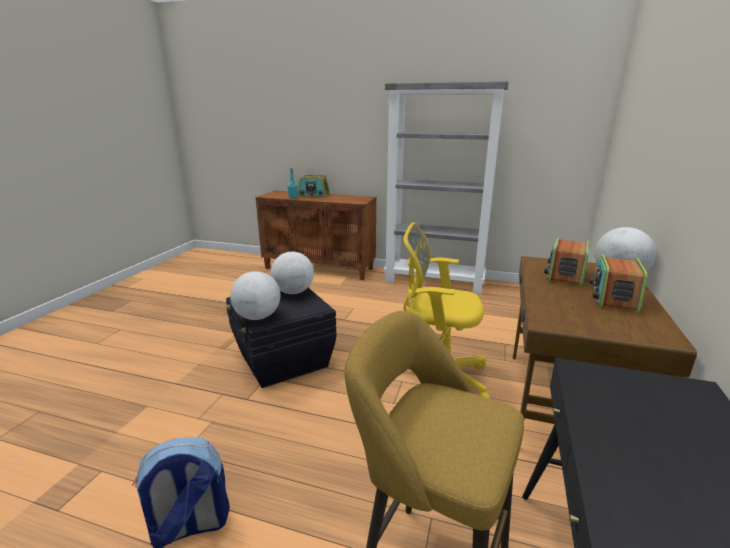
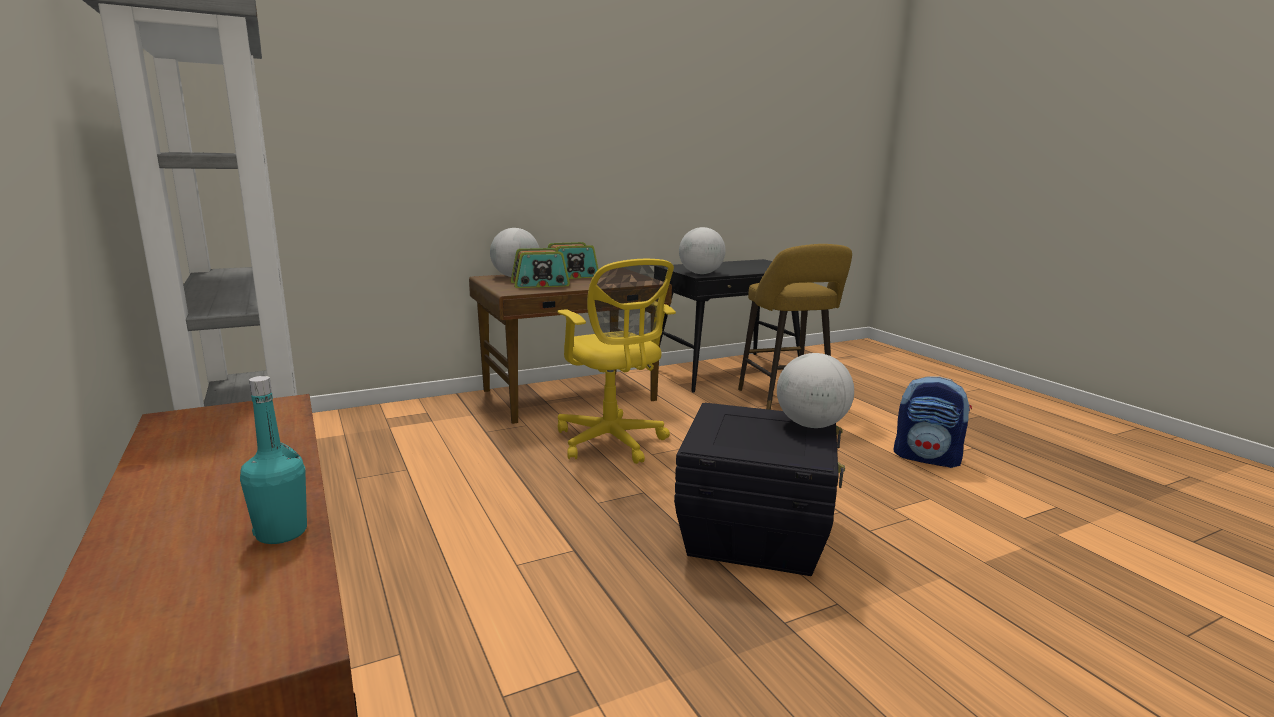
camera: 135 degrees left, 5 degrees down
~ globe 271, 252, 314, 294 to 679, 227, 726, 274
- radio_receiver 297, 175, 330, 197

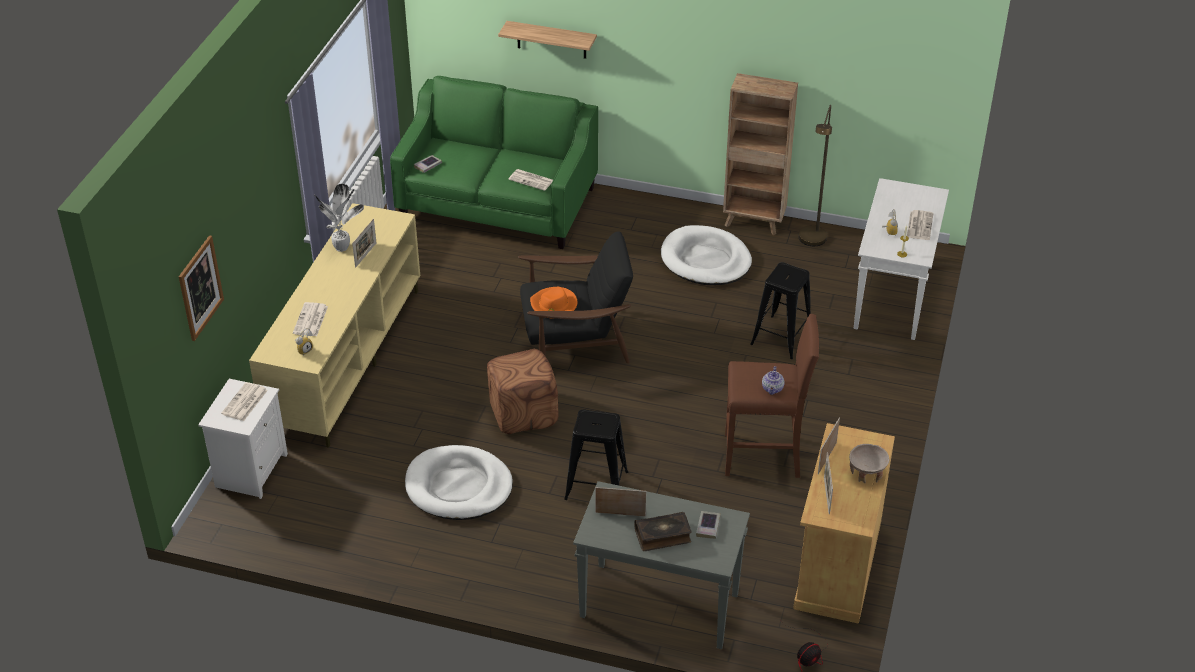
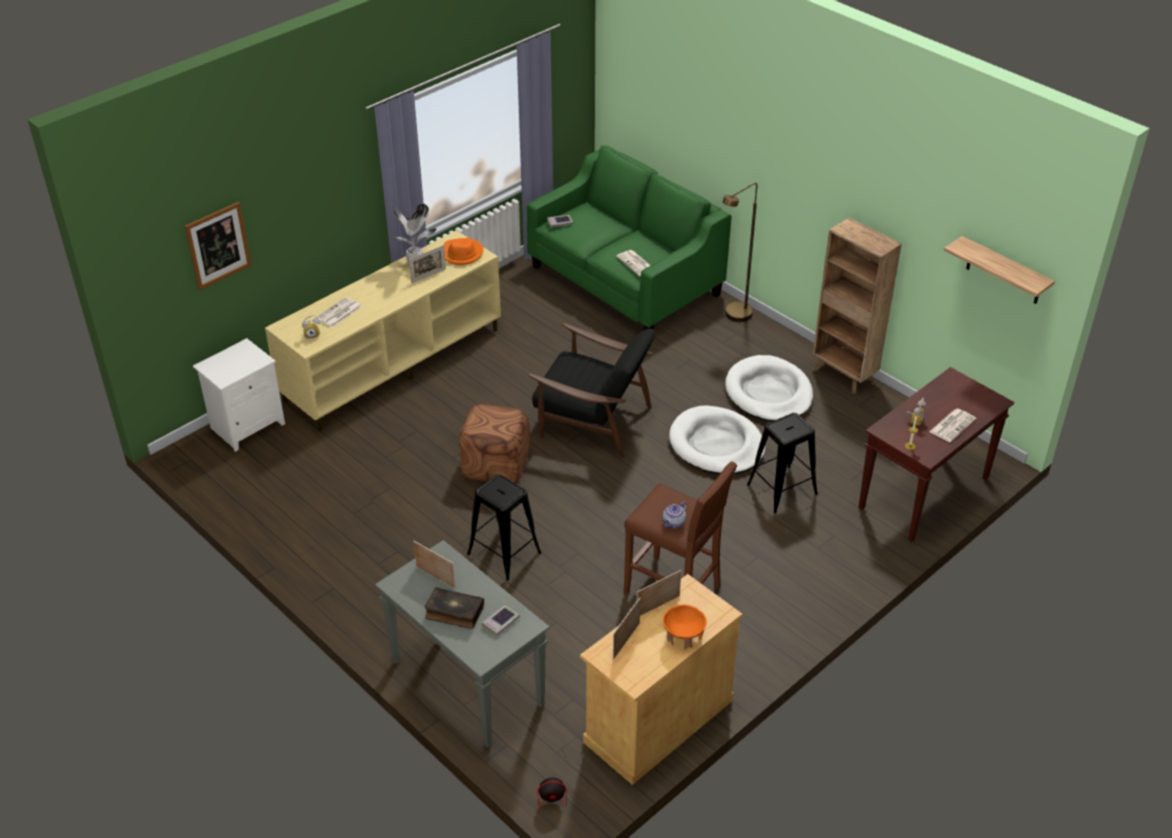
camera: 30 degrees right, 0 degrees up
- daily_paper 221, 382, 268, 421
~ white_dog_bed 405, 445, 513, 520 to 669, 406, 765, 474
~ shelf 498, 21, 597, 59 to 944, 236, 1055, 304
~ orange_clothing_hat 530, 287, 577, 319 to 443, 238, 483, 265
~ brown-coloured_standing_lamp 799, 105, 832, 246 to 723, 183, 757, 322
~ beige-coloured_deep_dish 849, 444, 890, 483 to orange_deep_dish 663, 605, 707, 650
~ white_console_table 854, 178, 949, 340 to brown-coloured_console_table 859, 367, 1014, 542

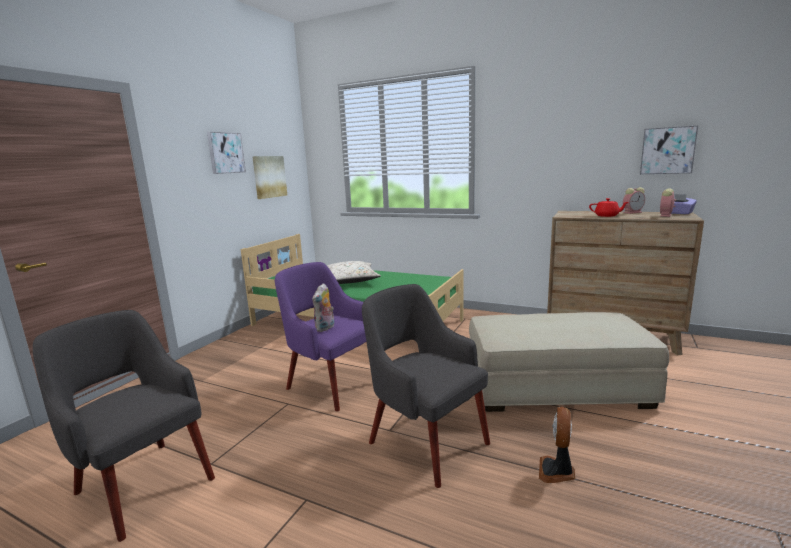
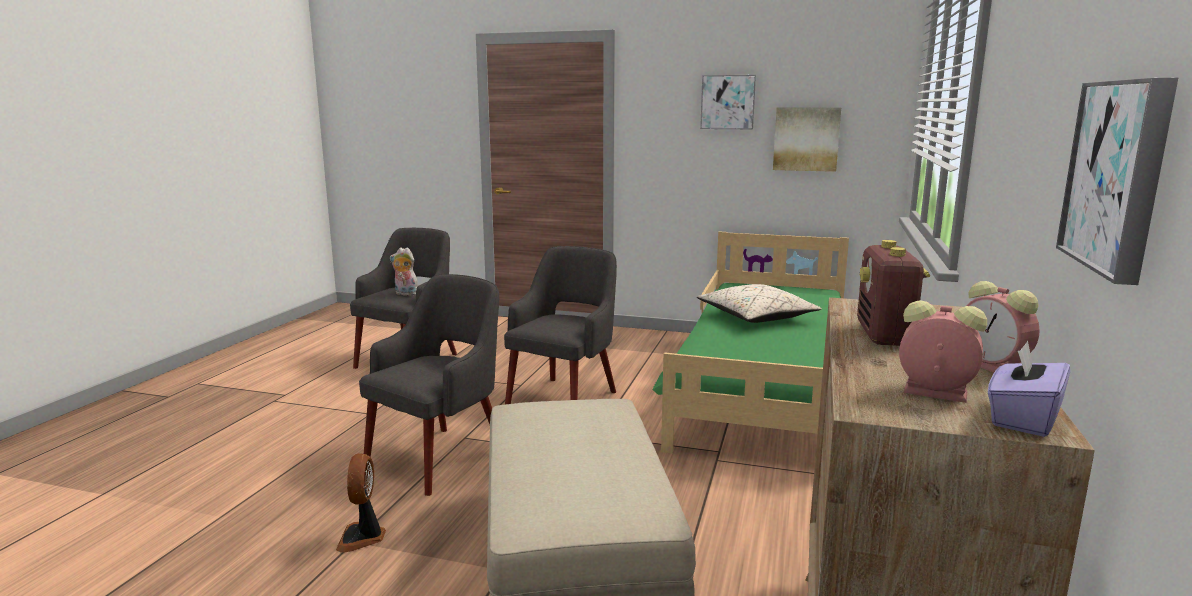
camera: 80 degrees right, 0 degrees up
~ purplish_lounge_chair 275, 262, 367, 412 to greyish_lounge_chair 504, 246, 617, 404
~ cuddly_toy 312, 283, 334, 332 to 390, 248, 418, 296
~ electric_fan 539, 406, 575, 483 = 336, 453, 386, 553 105 degrees counterclockwise
~ red-coloured_pot_for_tea 589, 198, 628, 217 to radio_receiver 857, 240, 930, 346

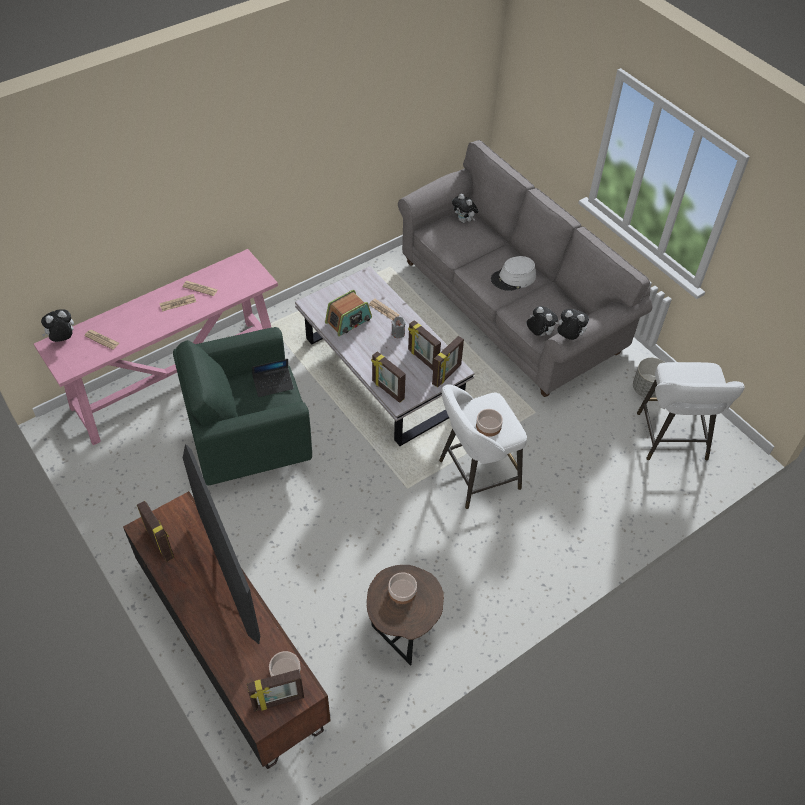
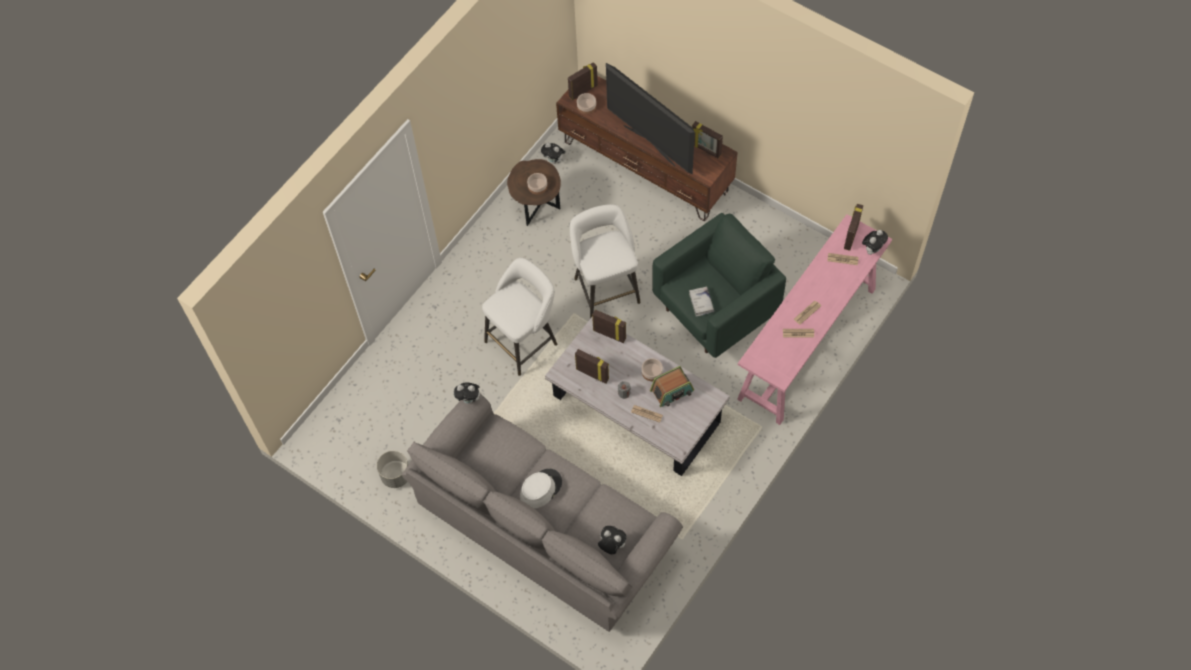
camera: 165 degrees right, 10 degrees up
~ laptop 252, 359, 294, 397 to white_book 689, 287, 714, 316
~ radio_receiver 325, 290, 372, 336 = 650, 366, 694, 407 150 degrees counterclockwise
~ photo_frame 432, 336, 464, 387 to 844, 204, 863, 251
~ deep_dish 476, 409, 503, 437 to 642, 358, 663, 381
~ cuddly_toy 527, 306, 558, 336 to 541, 143, 565, 164
~ white_stool_seat 637, 362, 745, 461 to 570, 204, 641, 318

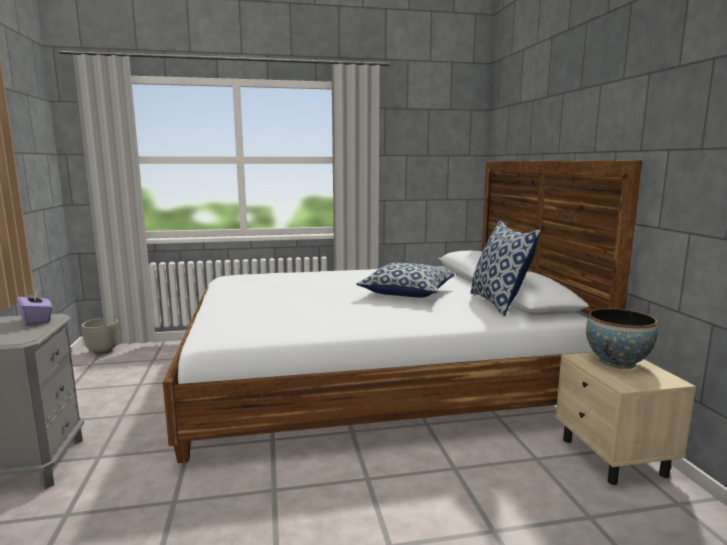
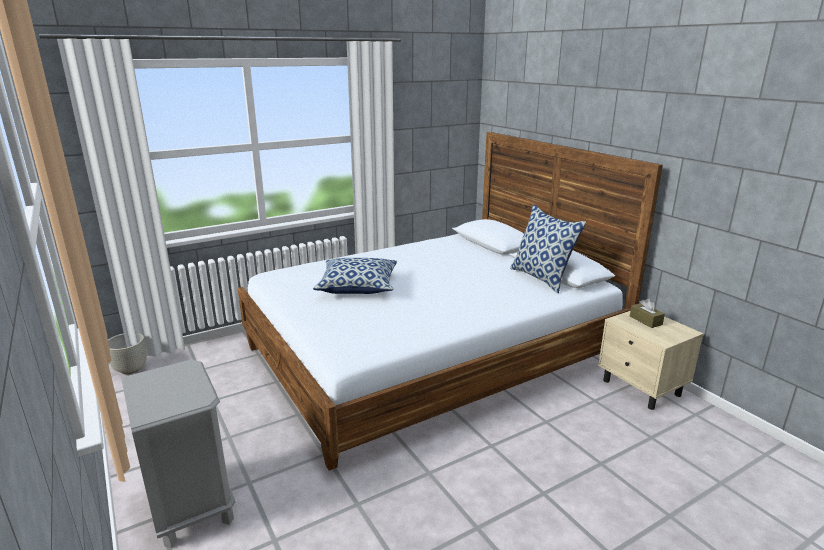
camera: 20 degrees left, 10 degrees up
- purplish_box_of_tissues 17, 289, 52, 326
~ pillow 356, 263, 455, 298 to 313, 258, 397, 294
~ deep_dish 586, 309, 658, 369 to brown-coloured_box_of_tissues 630, 299, 665, 328

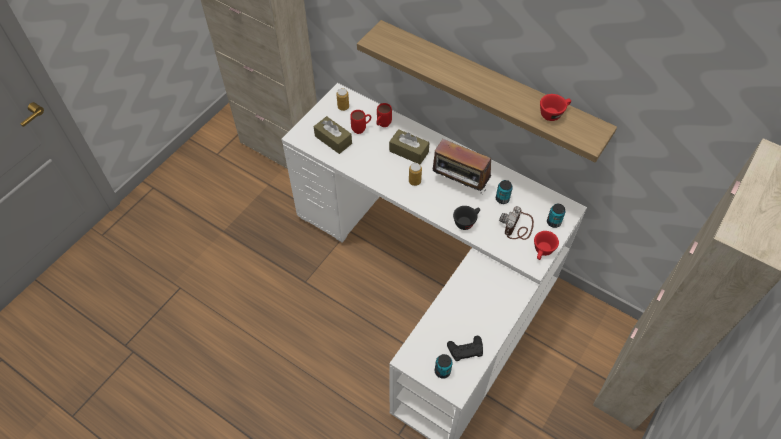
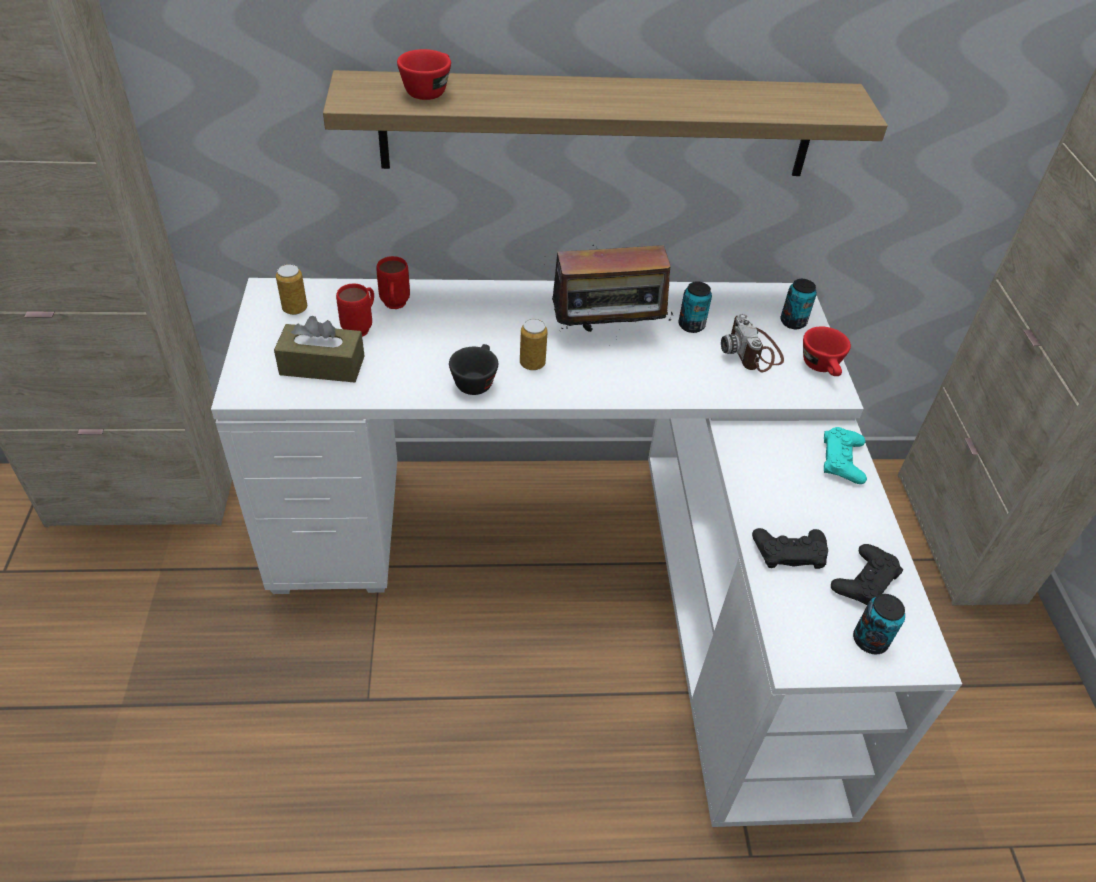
camera: 40 degrees left, 10 degrees down
- brown-coloured_box_of_tissues 389, 129, 430, 164
~ black_small_cup 453, 206, 480, 230 to 449, 344, 498, 395
~ red-coloured_small_cup 540, 94, 571, 121 to 397, 49, 451, 100
+ black_joypad 752, 528, 828, 569
+ turquoise_joypad 824, 427, 867, 484

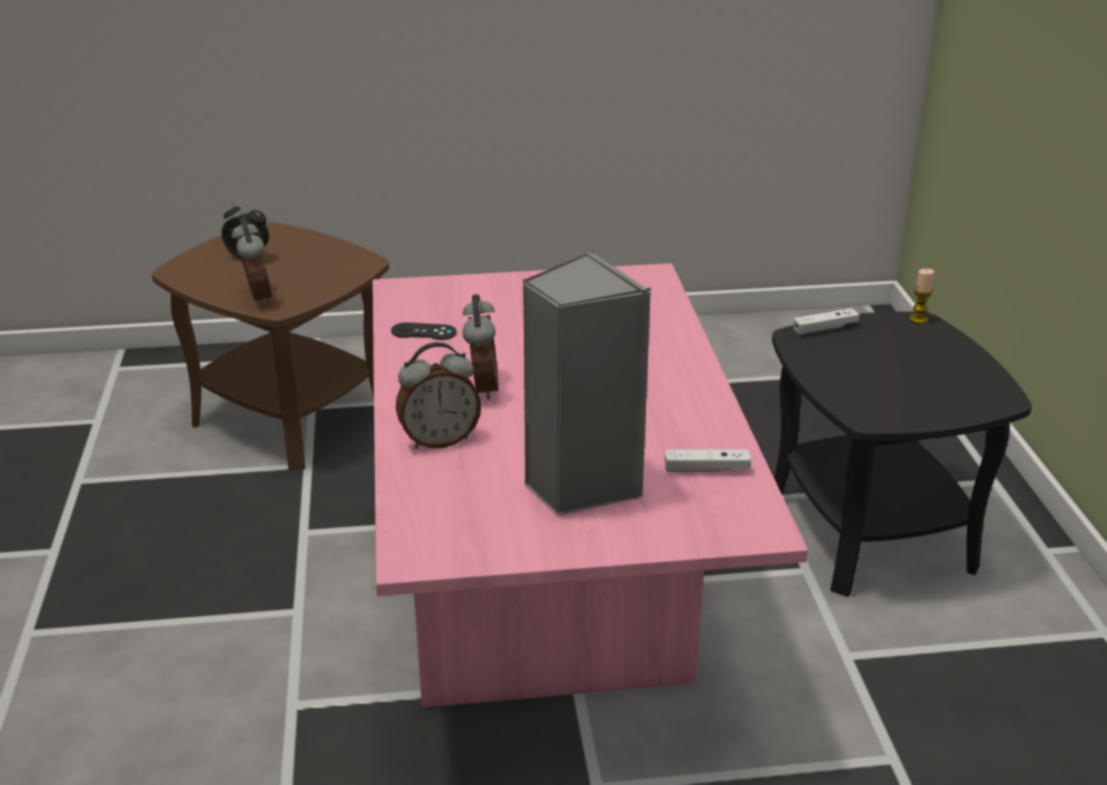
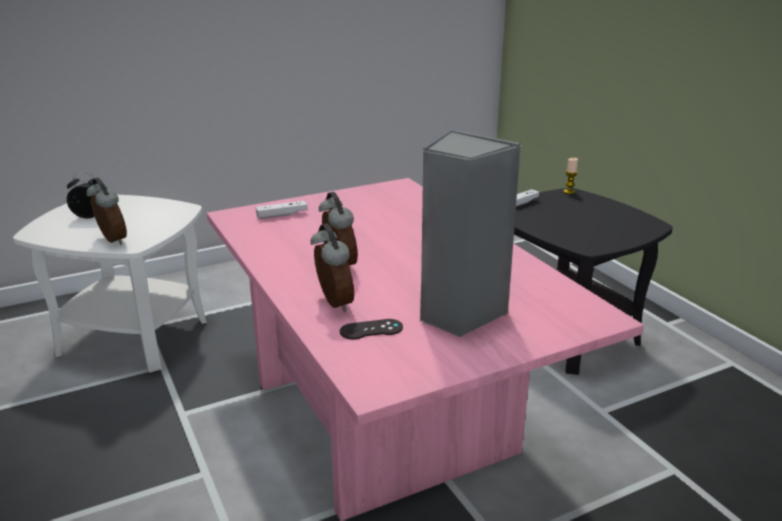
camera: 20 degrees left, 5 degrees down
~ brown-coloured_side_table 152, 222, 389, 471 to white_side_table 13, 195, 207, 373
~ black_joypad 391, 322, 457, 340 to 340, 319, 403, 339
~ bedside_clock 396, 342, 481, 449 = 310, 223, 354, 312 75 degrees counterclockwise
~ white_joypad 665, 449, 751, 472 to 256, 201, 307, 219

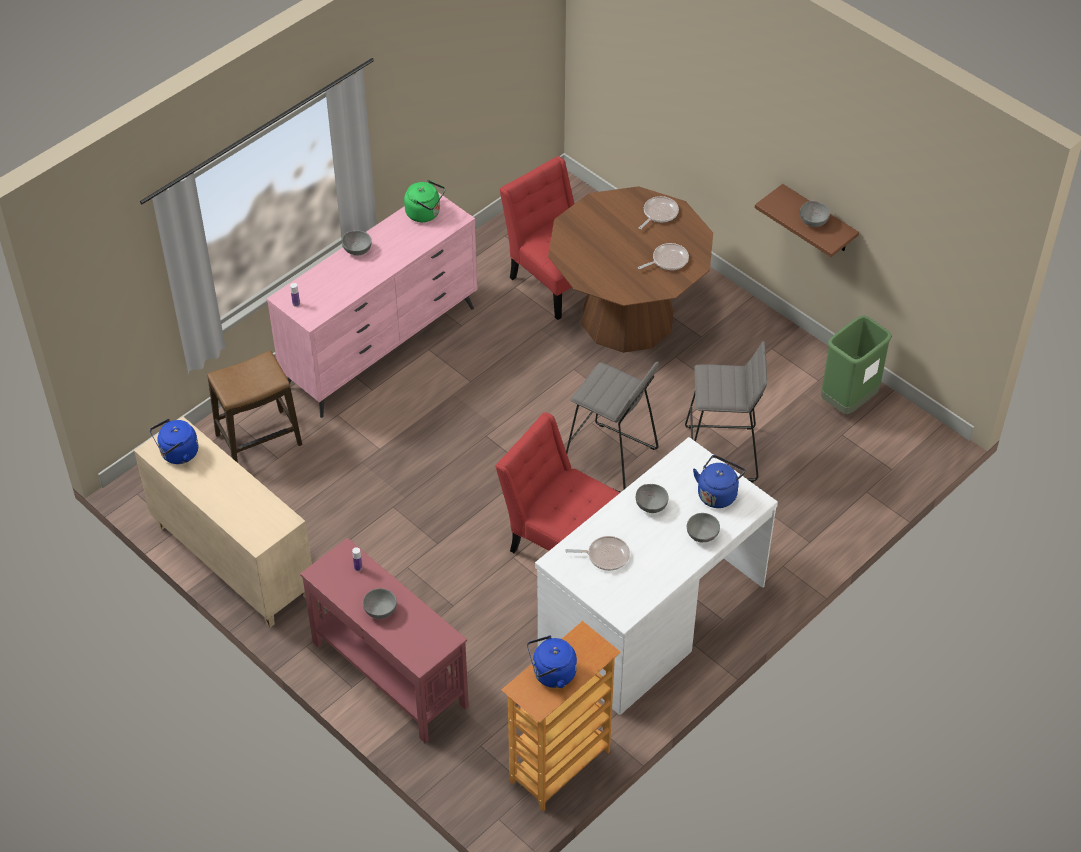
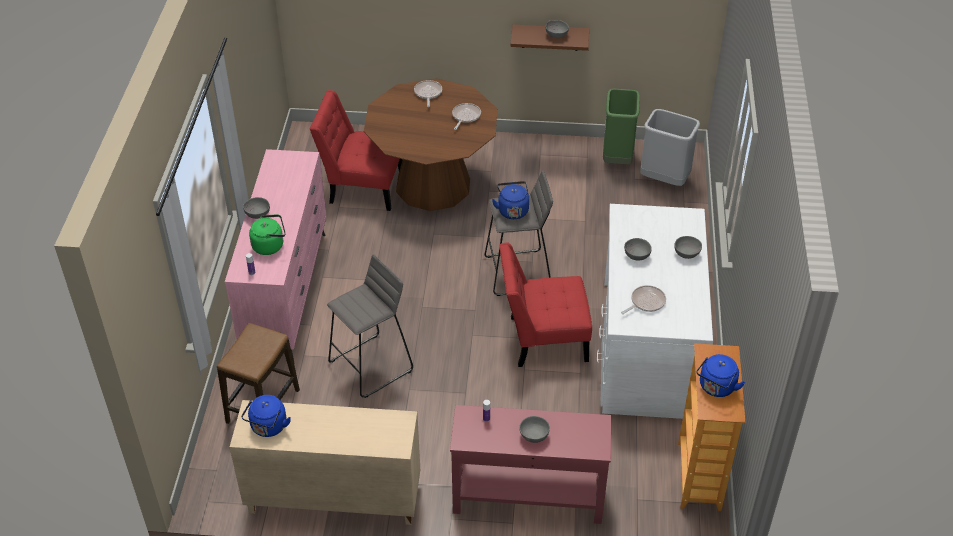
camera: 40 degrees left, 5 degrees down
~ green_tea_kettle 404, 180, 446, 222 to 249, 214, 285, 255
~ greyish_stool_seat 685, 341, 767, 482 to 327, 254, 413, 398
~ bluish_tea_kettle 693, 455, 746, 508 to 492, 181, 529, 219
+ greyish_waste_bin 640, 109, 700, 186

